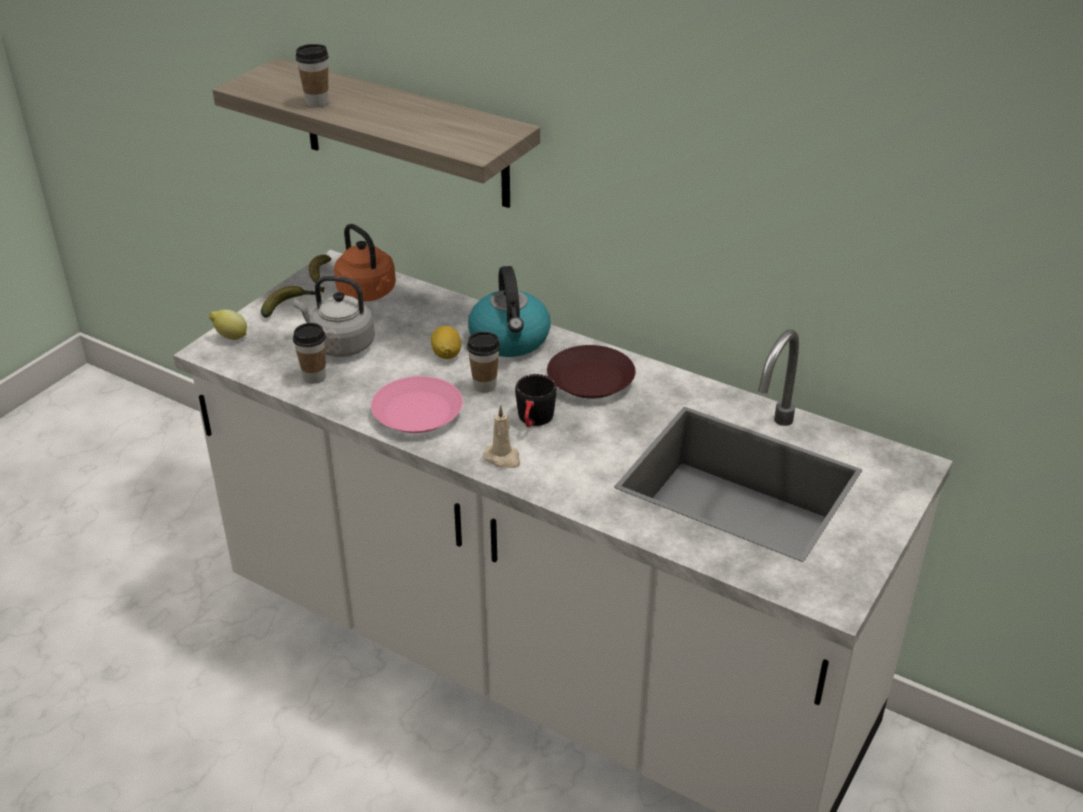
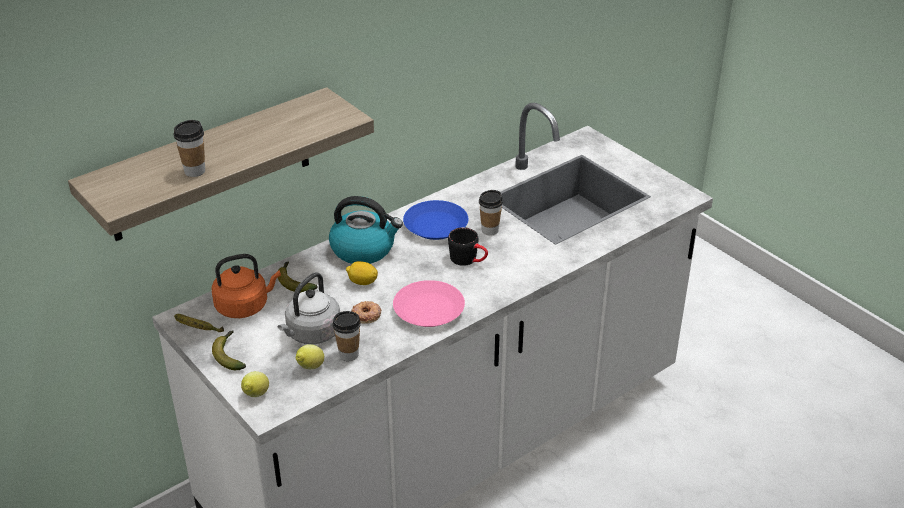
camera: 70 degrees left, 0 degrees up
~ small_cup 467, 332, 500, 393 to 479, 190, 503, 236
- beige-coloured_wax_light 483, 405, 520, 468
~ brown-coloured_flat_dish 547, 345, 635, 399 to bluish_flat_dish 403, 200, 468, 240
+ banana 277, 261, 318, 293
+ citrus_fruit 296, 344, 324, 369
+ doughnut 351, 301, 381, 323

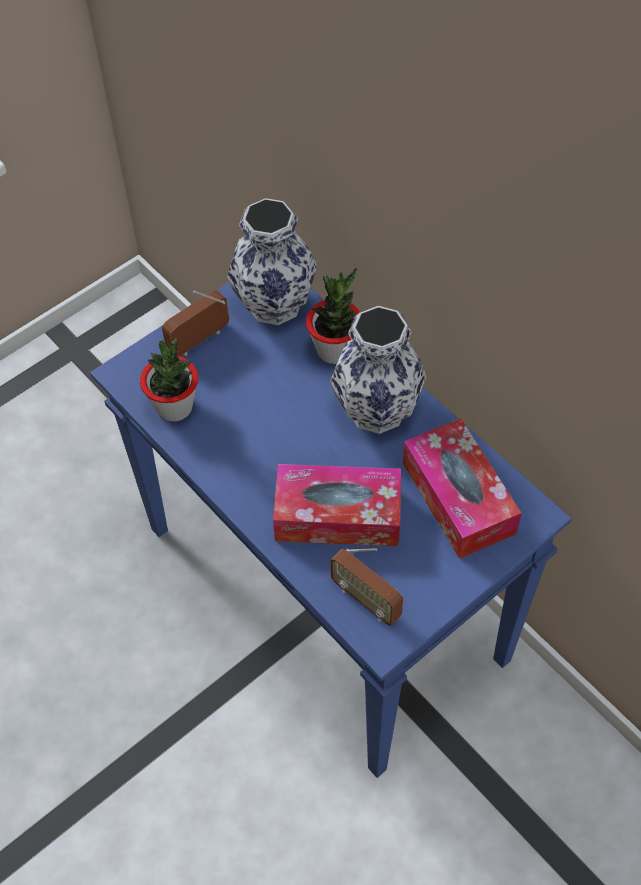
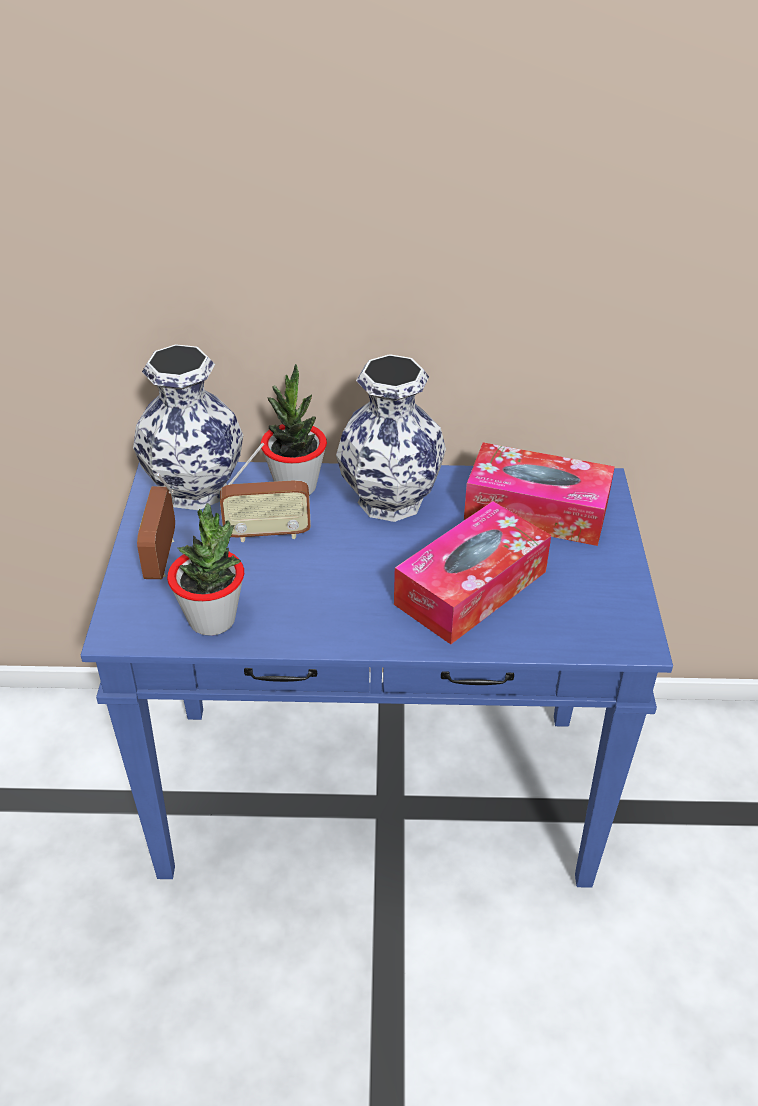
camera: 50 degrees left, 15 degrees down
~ radio_receiver 331, 548, 403, 626 to 220, 443, 311, 542

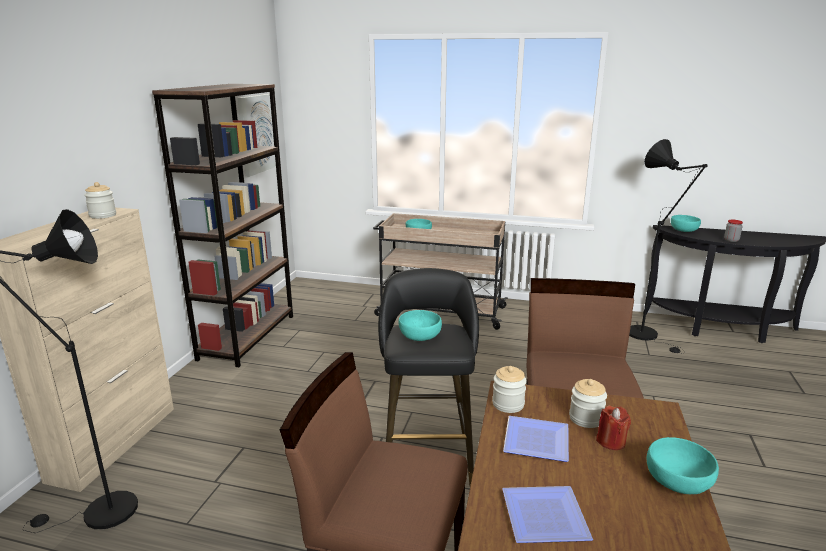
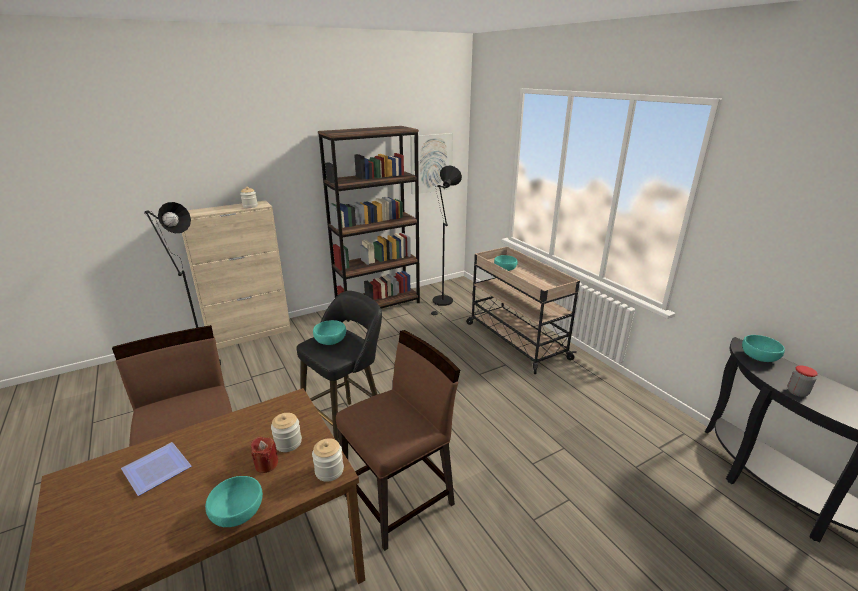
camera: 45 degrees right, 5 degrees up
~ jar 492, 366, 527, 413 to 312, 438, 344, 482
- flat_dish 503, 416, 569, 462
~ black_standing_lamp 629, 139, 708, 354 to 431, 166, 462, 317

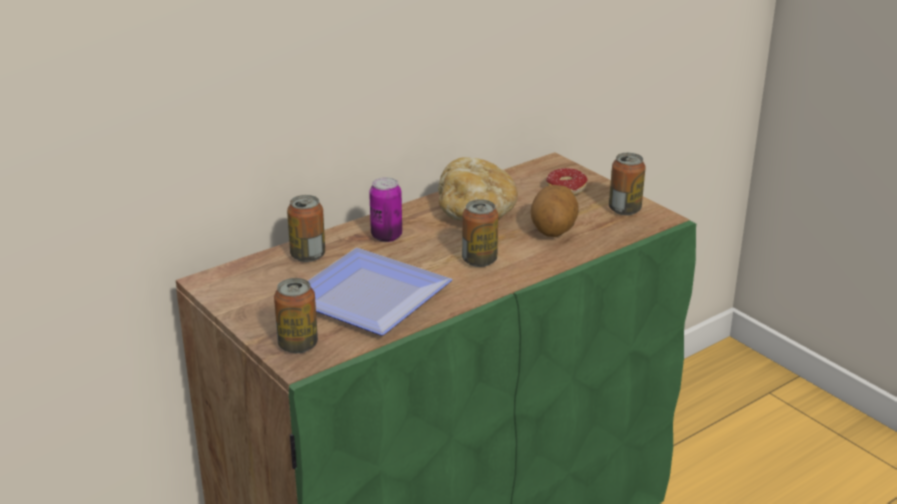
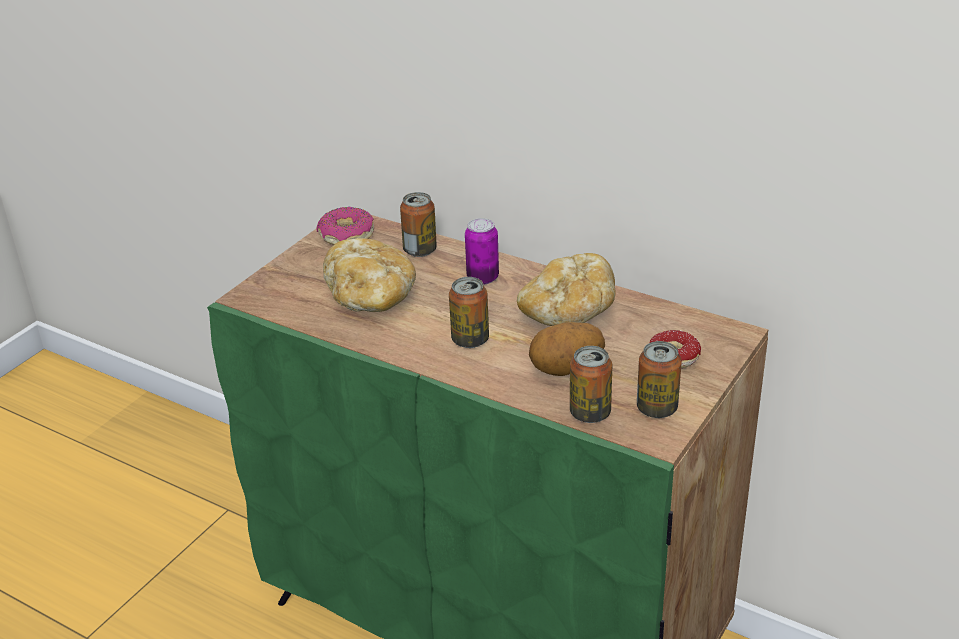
camera: 70 degrees right, 5 degrees up
~ can 274, 278, 318, 353 to 570, 346, 612, 423
~ flat_dish 308, 248, 452, 336 to bakery_bread 323, 238, 416, 312
+ doughnut 316, 207, 374, 245

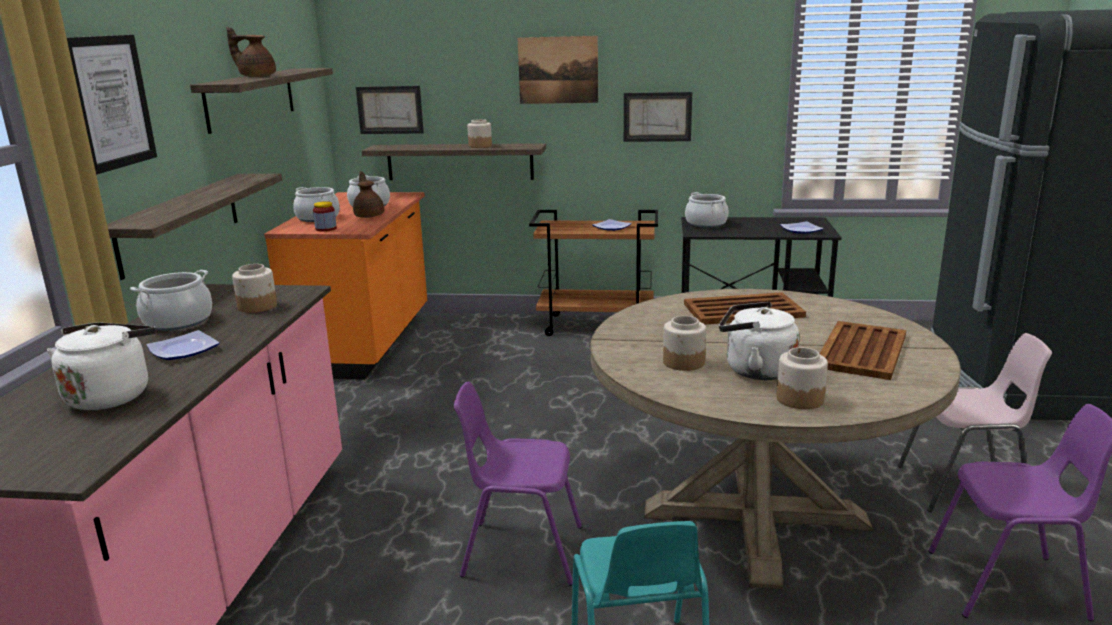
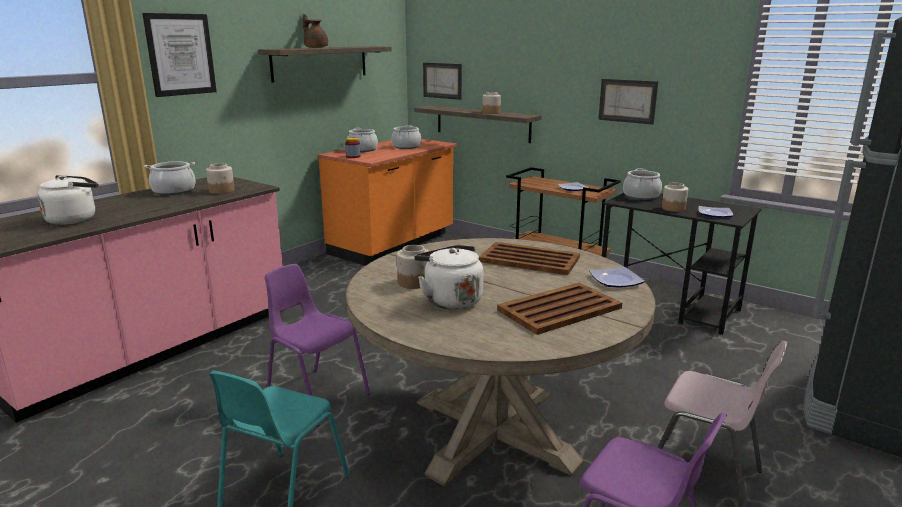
camera: 30 degrees right, 0 degrees up
- shelf 107, 174, 282, 280
~ flat_dish 146, 330, 219, 360 to 589, 267, 645, 287
- brown-coloured_pot_for_tea 353, 171, 384, 218
- wall_picture 518, 36, 598, 104
~ jar 776, 347, 828, 409 to 662, 182, 688, 212

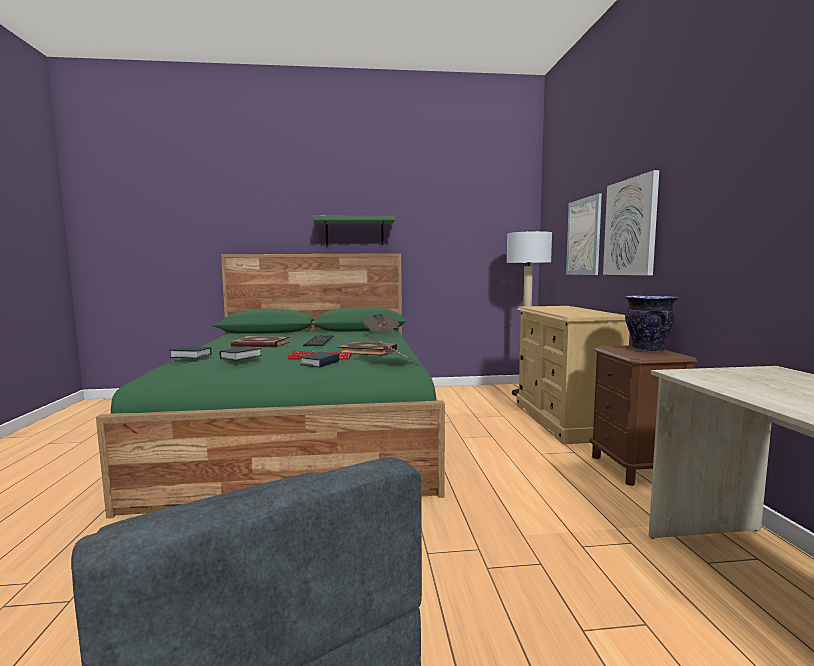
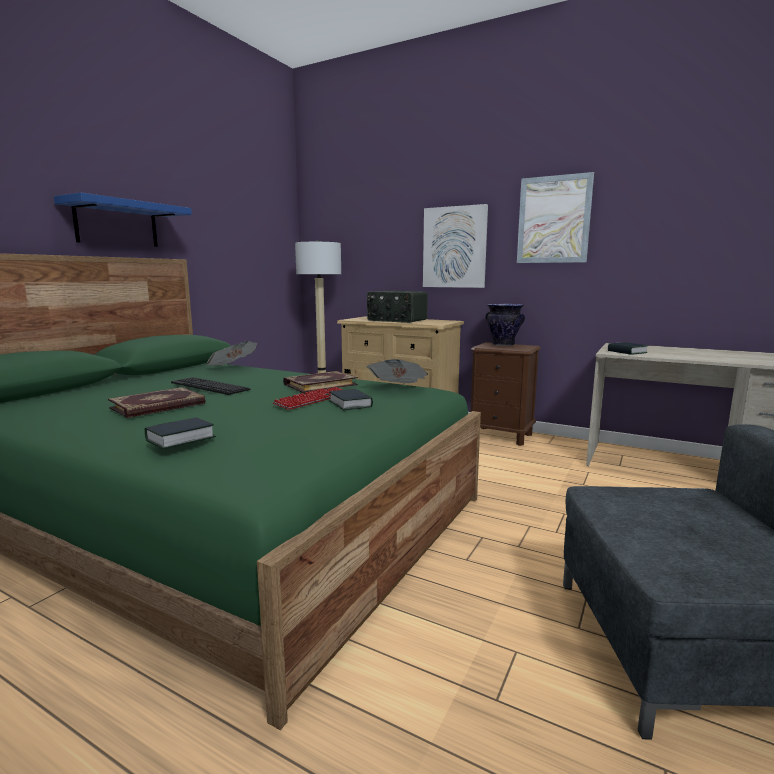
camera: 55 degrees left, 5 degrees up
~ book 220, 347, 262, 361 to 608, 342, 648, 355
~ green_shelf 313, 216, 395, 245 to bluish_shelf 54, 193, 192, 247
~ wall_picture 566, 193, 602, 275 to 517, 172, 594, 263
+ radio_receiver 367, 291, 428, 323

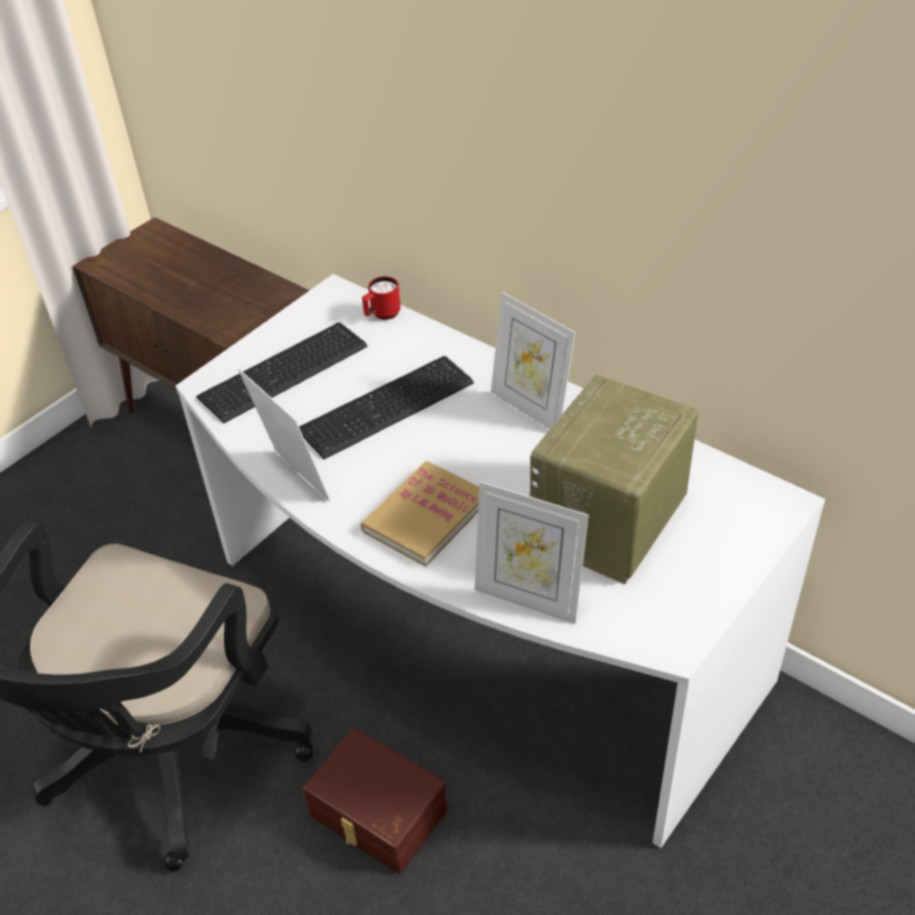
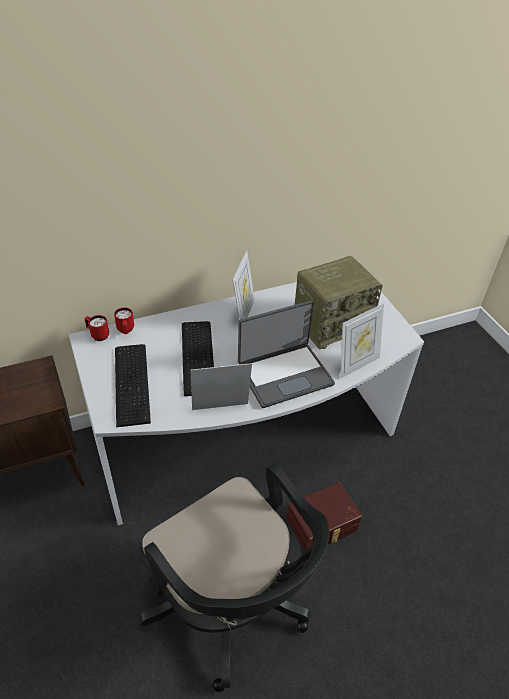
camera: 65 degrees left, 0 degrees up
~ book 361, 461, 479, 567 to laptop 238, 301, 335, 408
~ photo_frame 491, 292, 575, 429 = 232, 250, 255, 319 60 degrees counterclockwise
~ radio_receiver 529, 375, 698, 584 = 295, 256, 383, 350 90 degrees counterclockwise
+ red-coloured_coffee_mug 85, 315, 109, 341

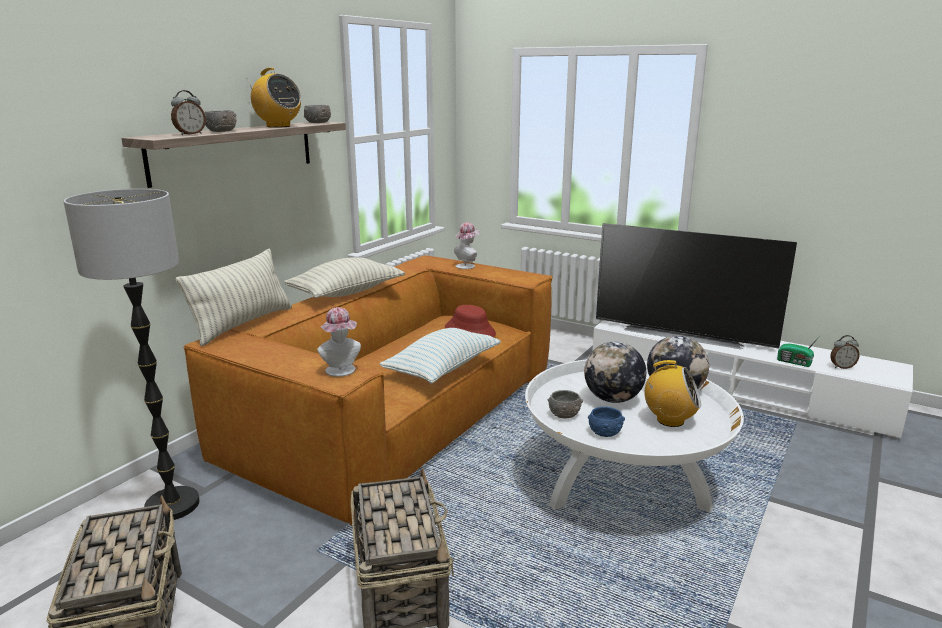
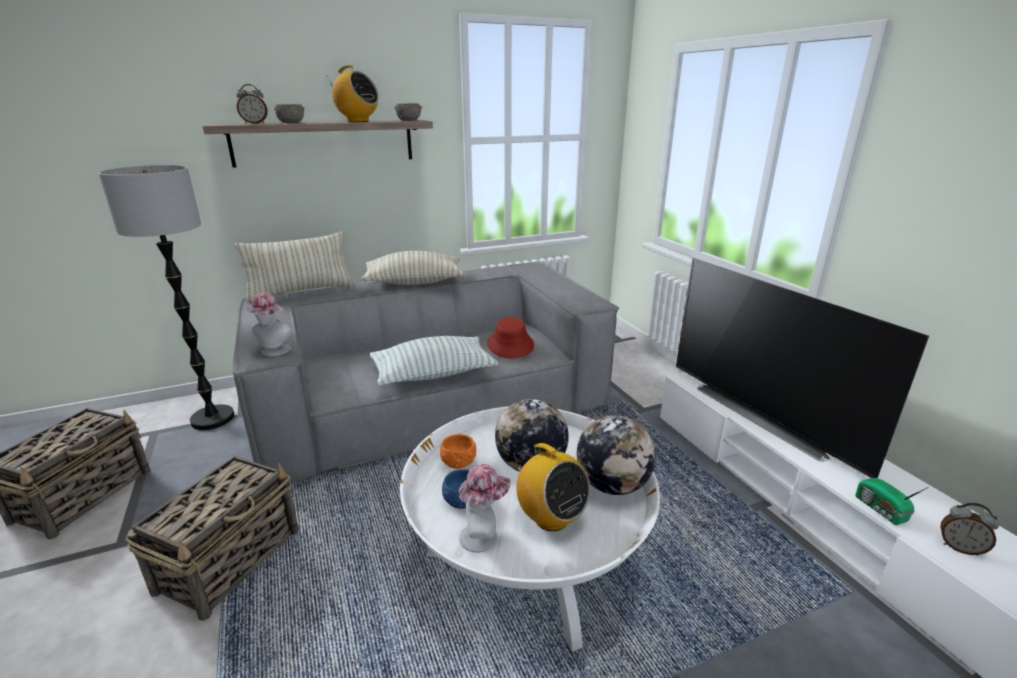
camera: 35 degrees right, 5 degrees up
~ brown-coloured_sofa 184, 255, 553, 525 to greyish_sofa 232, 261, 619, 483
~ radio_receiver 247, 68, 301, 128 = 327, 65, 379, 122 45 degrees counterclockwise
~ clothing_hat 454, 222, 480, 269 to 459, 464, 511, 552
~ greyish_deep_dish 548, 390, 583, 418 to orange_deep_dish 440, 434, 476, 469

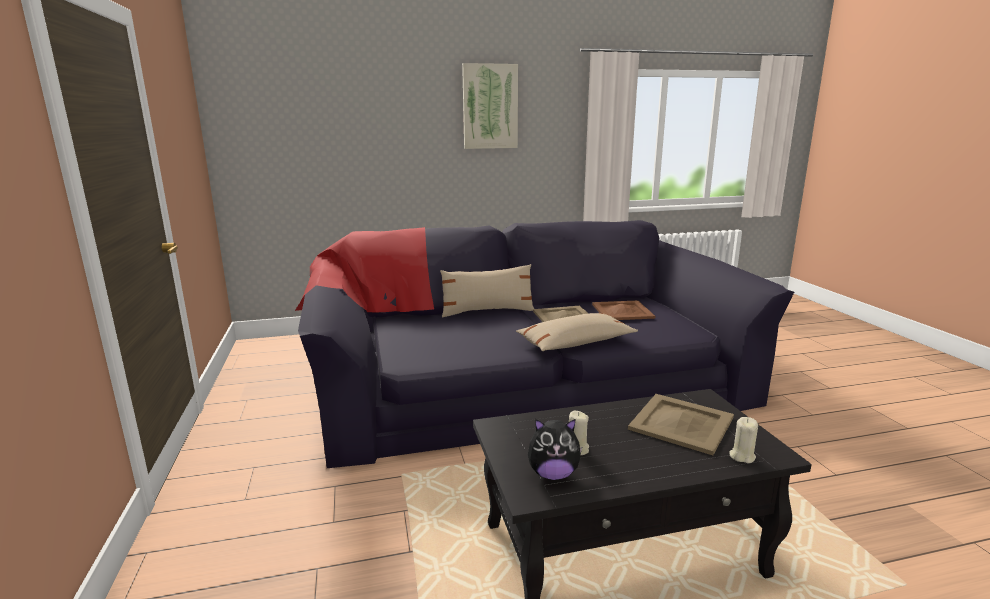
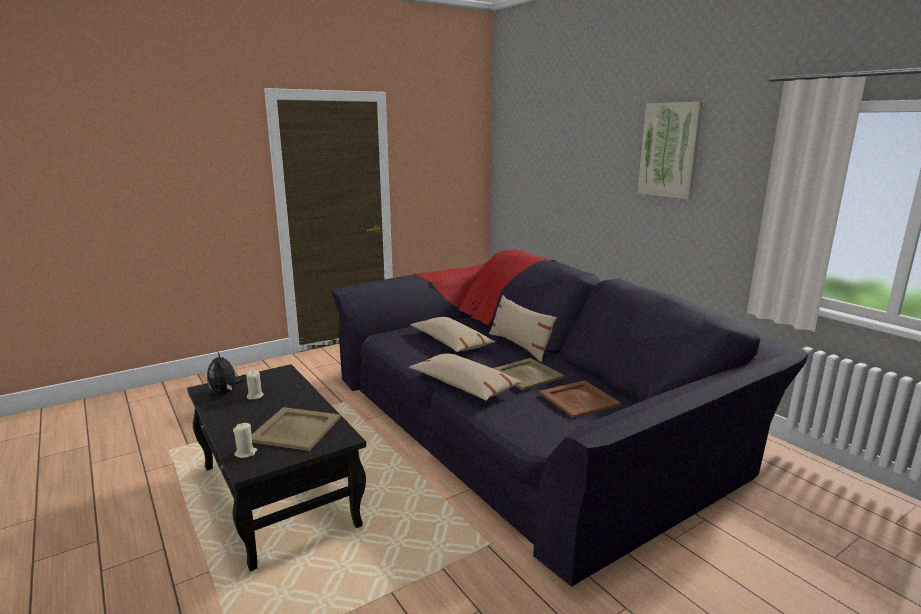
camera: 70 degrees right, 0 degrees up
+ beige-coloured_pillow 410, 317, 495, 352

